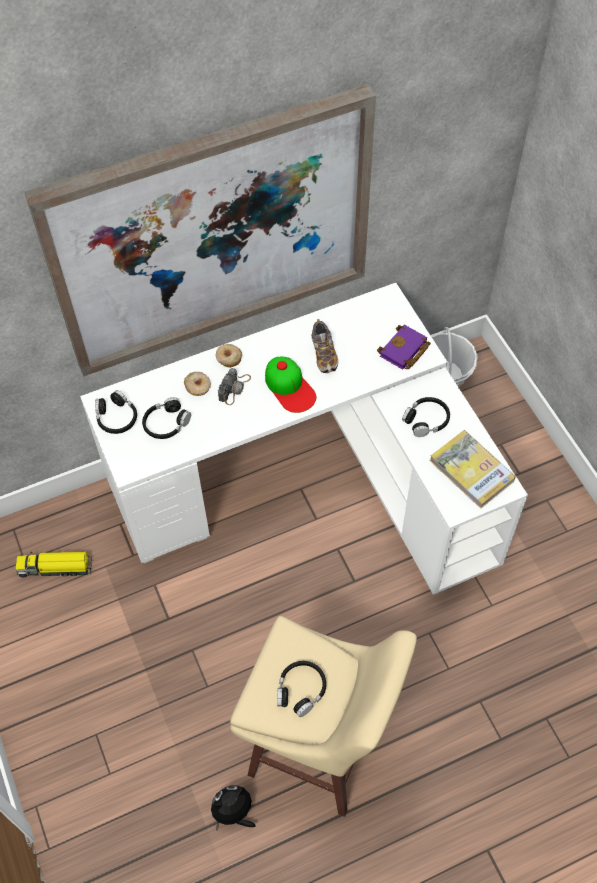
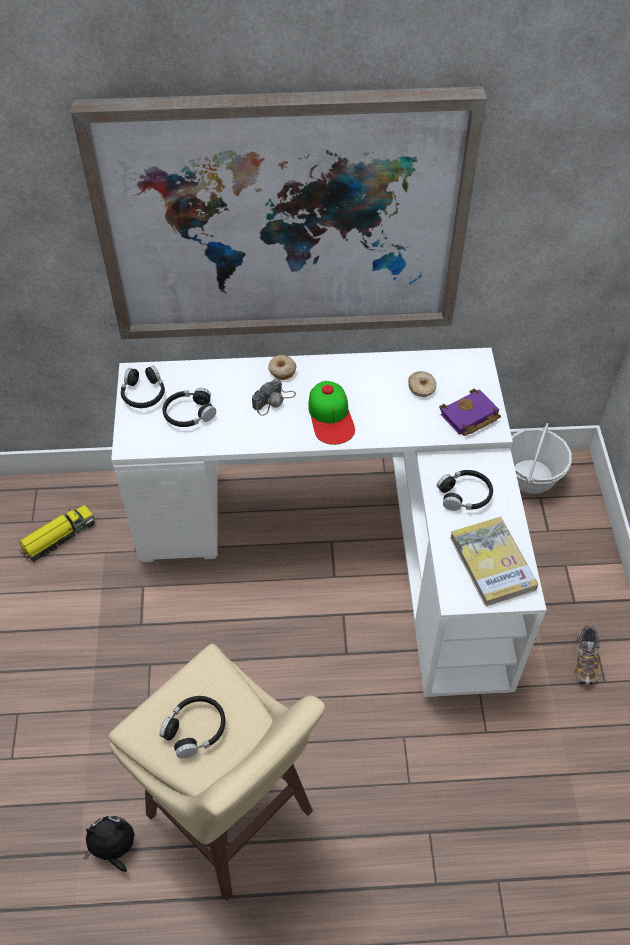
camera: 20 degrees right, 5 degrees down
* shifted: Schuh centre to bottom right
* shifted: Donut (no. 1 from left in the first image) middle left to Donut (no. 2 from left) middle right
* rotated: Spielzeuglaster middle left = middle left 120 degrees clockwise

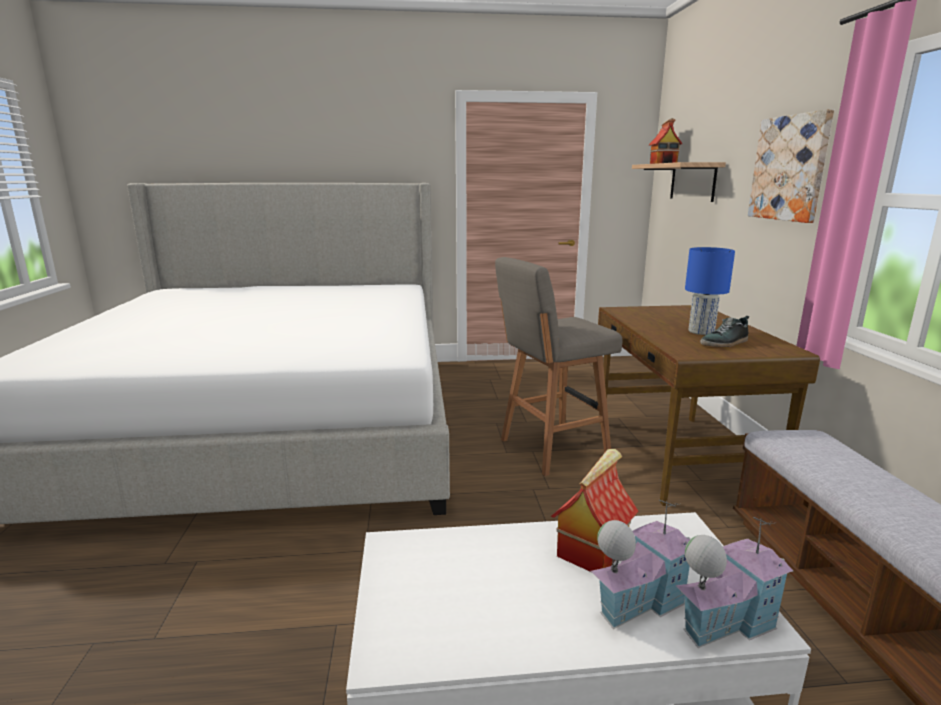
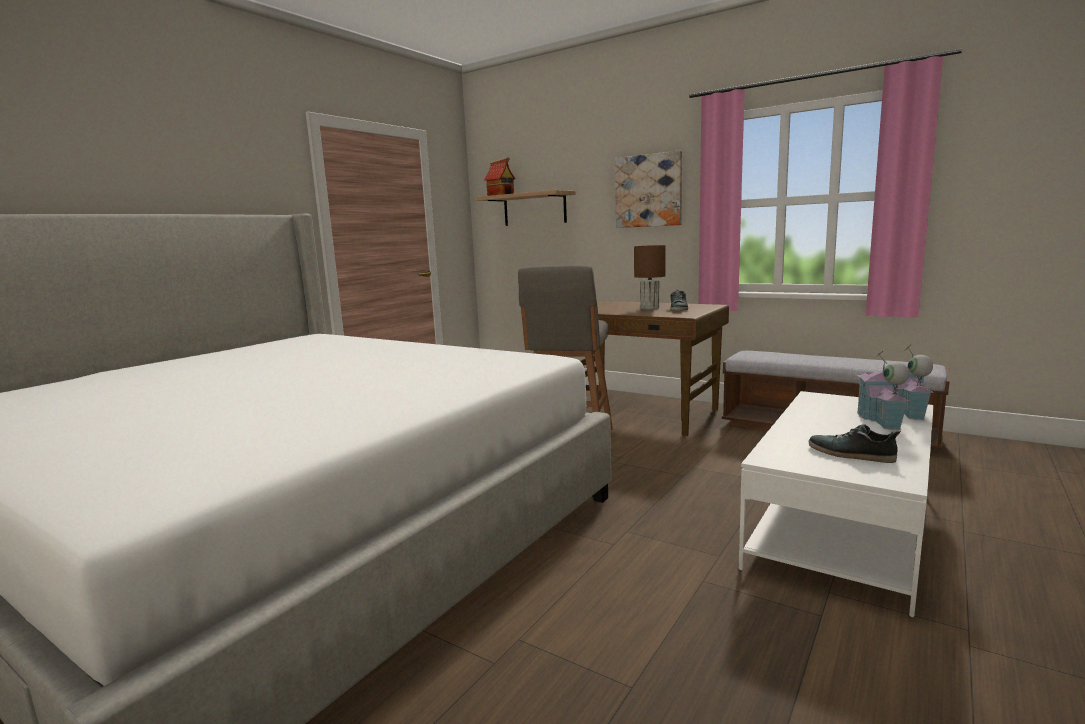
camera: 50 degrees left, 5 degrees down
* repainted: Tischlampe/blau middle right to Tischlampe/braun centre
* gone: Spielzeughaus (no. 1 from left) bottom centre
* new: Schuh (no. 2 from left) middle right

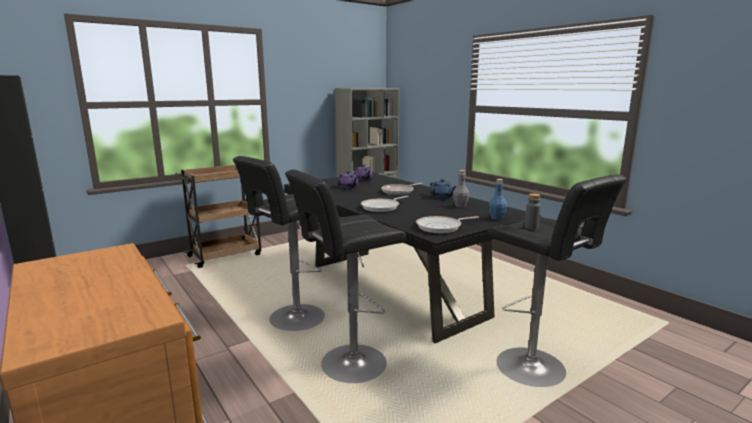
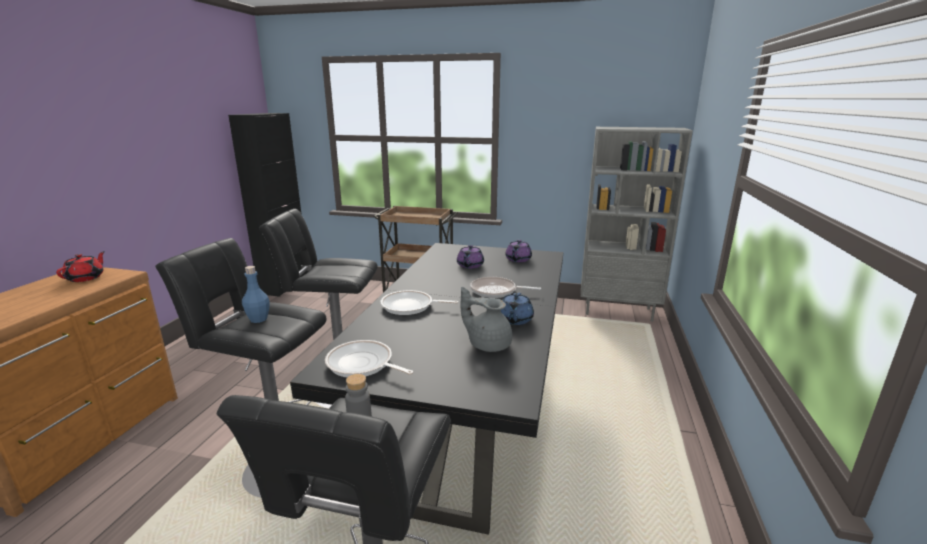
camera: 50 degrees right, 5 degrees up
* swapped: Flasche/grau (no. 1 from left) centre to Teekanne/grau centre
* shifted: Flasche/blau centre to middle left
* new: Teekanne/rot middle left

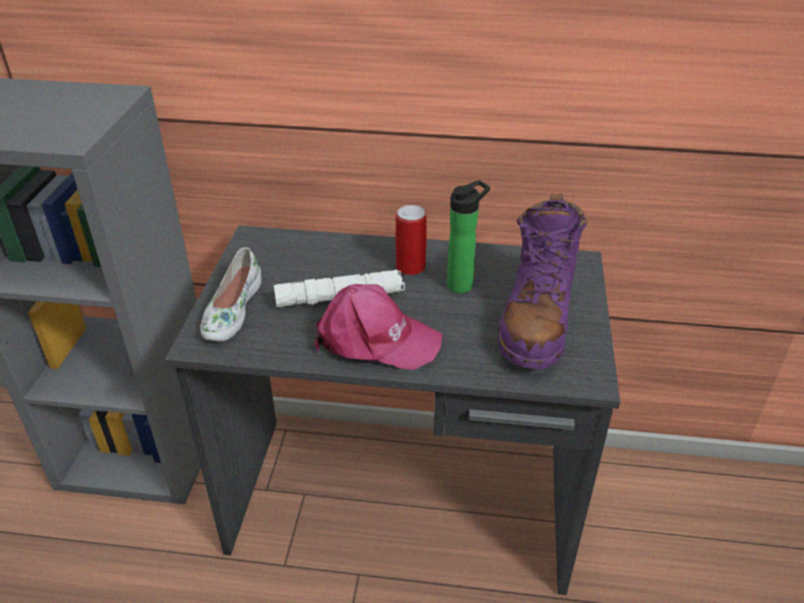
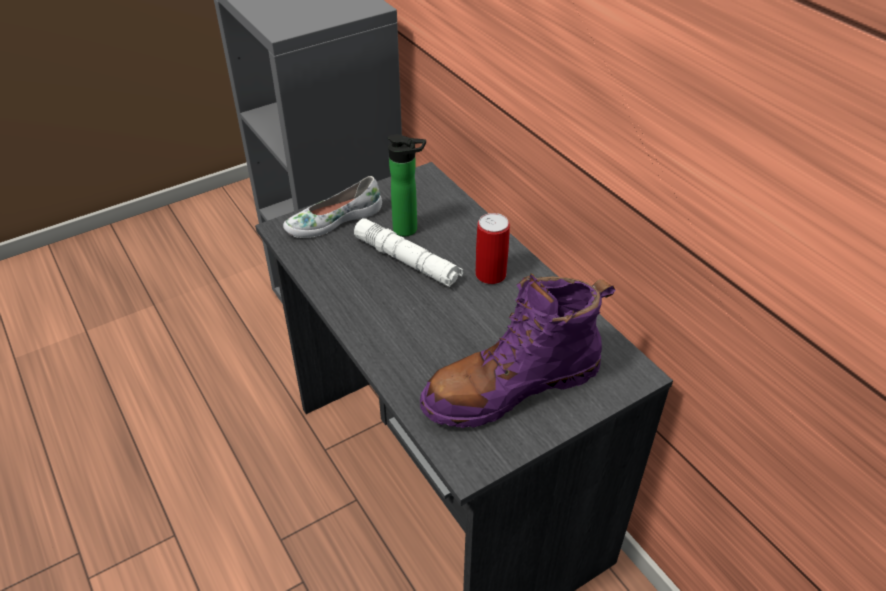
camera: 50 degrees right, 5 degrees up
* shifted: Flasche centre to top centre
* gone: Kappe/rosa centre

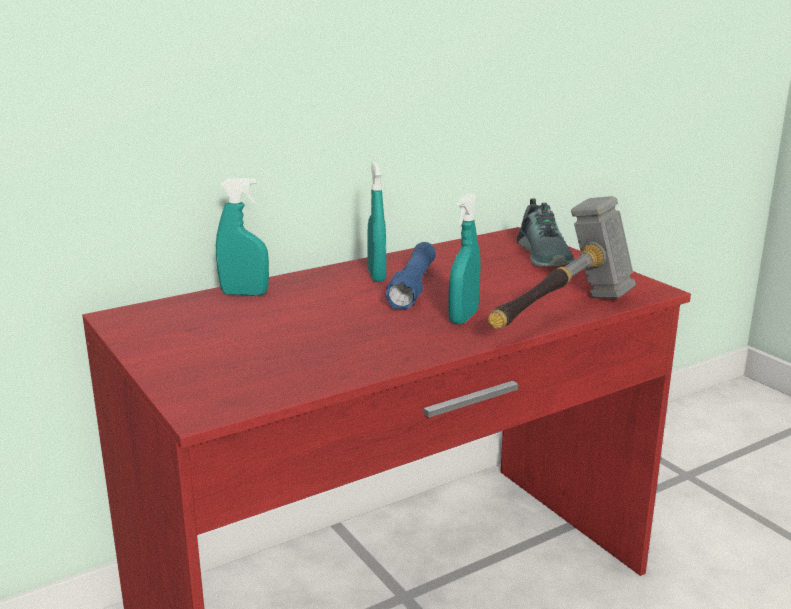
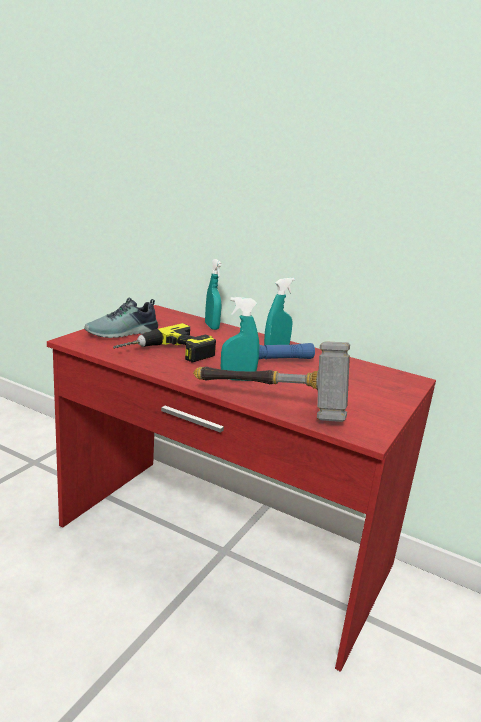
camera: 60 degrees right, 0 degrees up
* shifted: Schuh middle right to middle left
* new: Bohrmaschine centre

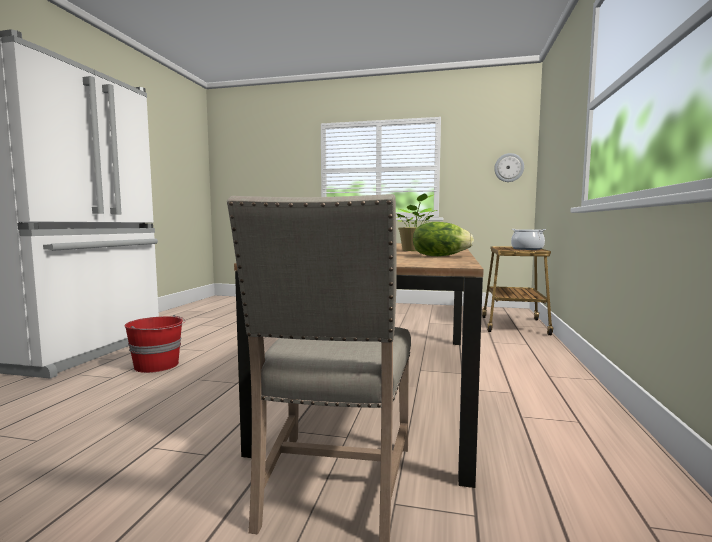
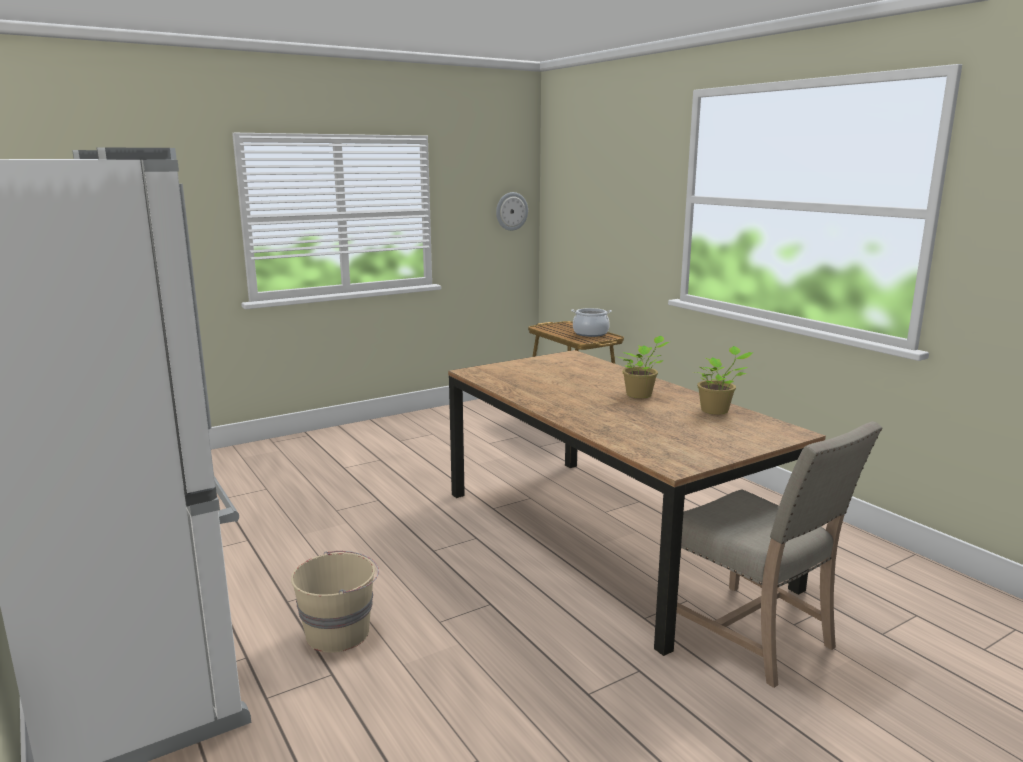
camera: 45 degrees left, 10 degrees up
* swapped: Salatkopf centre to Topfpflanze (no. 2 from left) middle right
* repainted: Eimer/rot middle left to Eimer/beige bottom left

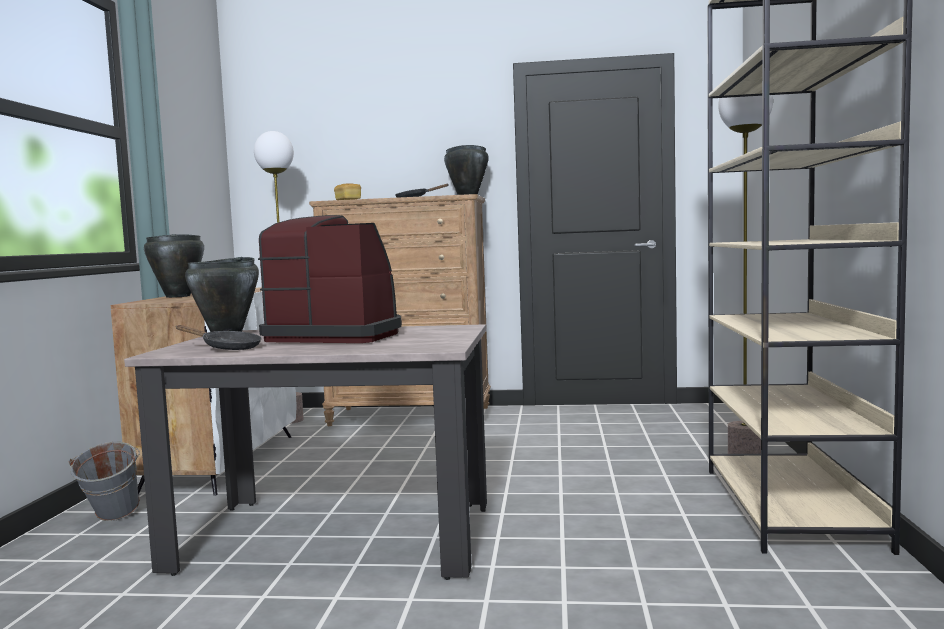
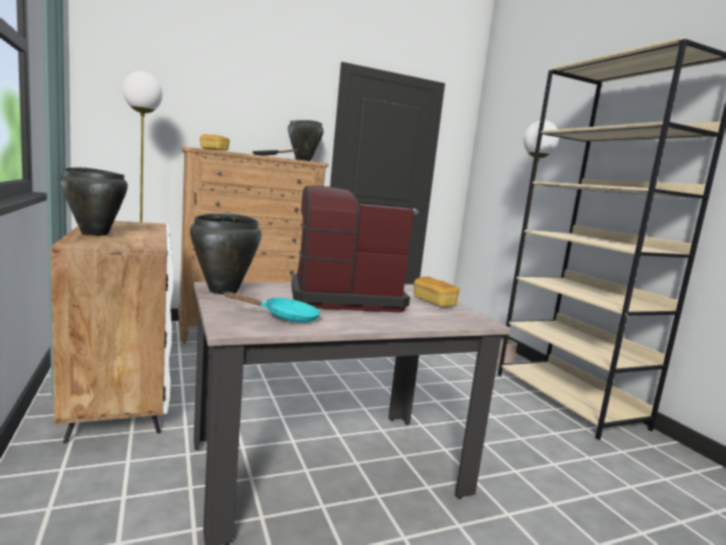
camera: 30 degrees left, 5 degrees up
* repainted: Pfanne/schwarz (no. 1 from left) middle left to Pfanne/türkis centre
* gone: Eimer/grau bottom left
* new: Brot (no. 2 from left) centre

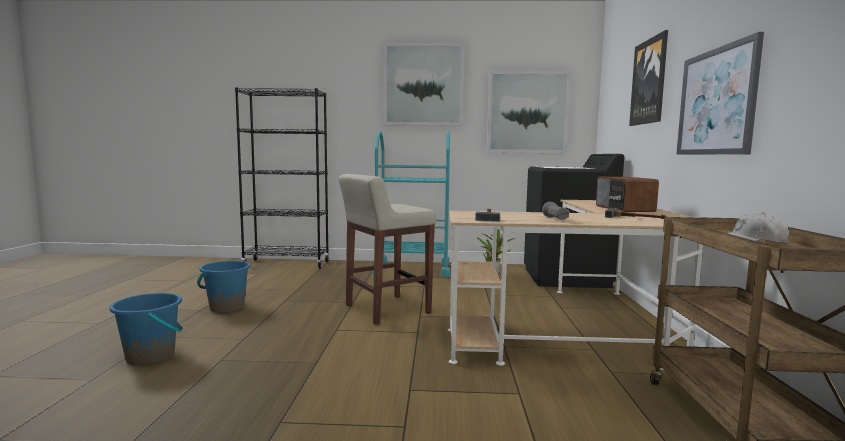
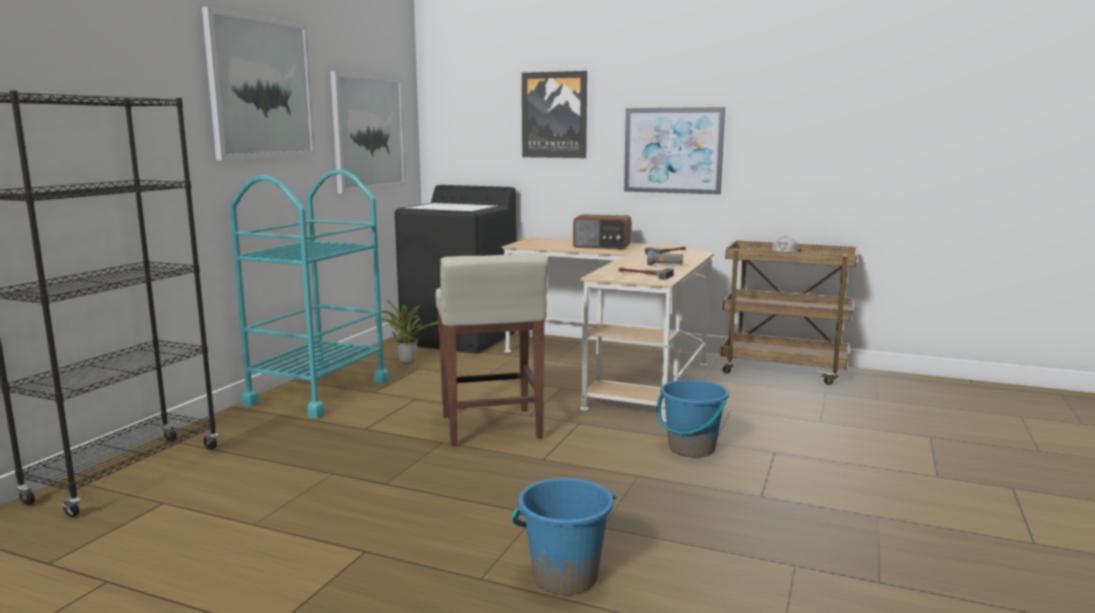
camera: 70 degrees left, 5 degrees up
* shifted: Eimer/blau (no. 2 from left) middle left to bottom centre

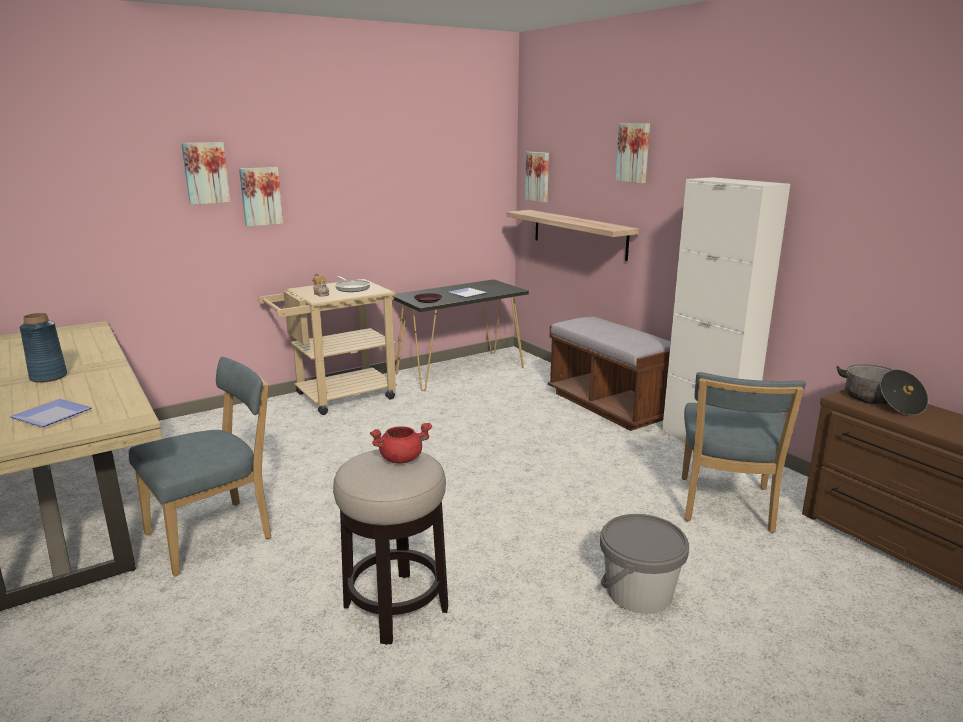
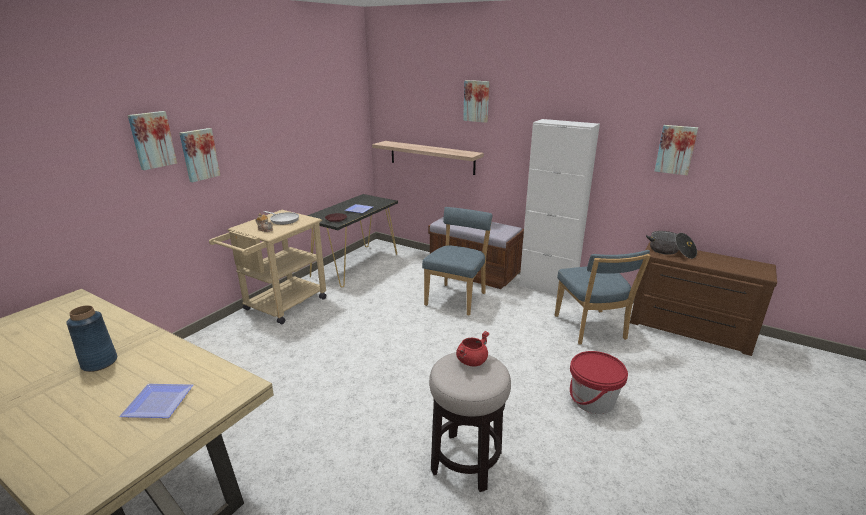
camera: 25 degrees left, 5 degrees up
* shifted: Bild (no. 3 from left in the first image) top centre to Bild (no. 4 from left) top right
* shifted: Stuhl/blau (no. 1 from left) middle left to centre
* repainted: Eimer/grau bottom right to Eimer/rot bottom right

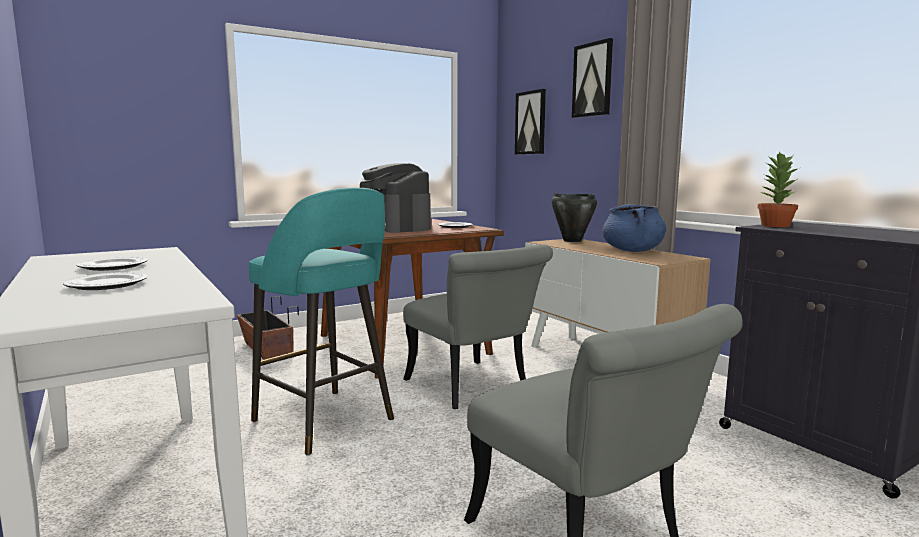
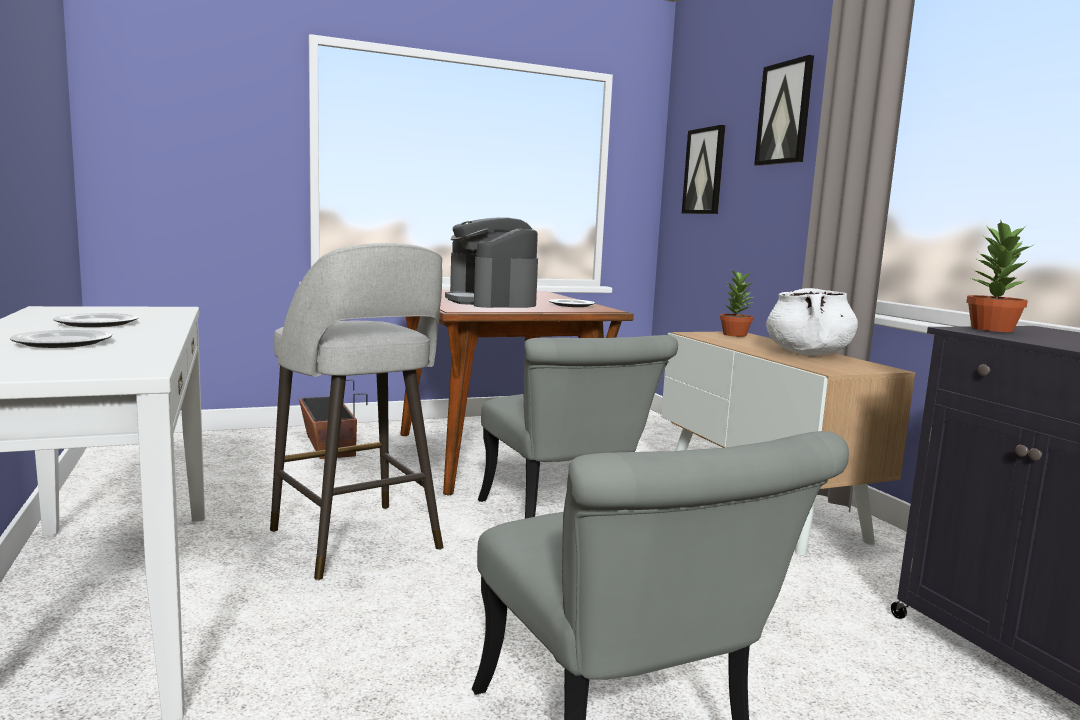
camera: 10 degrees right, 0 degrees up
* repainted: Hocker/türkis centre to Hocker/grau middle left
* swapped: Kochtopf/schwarz centre to Topfpflanze (no. 1 from left) middle right
* repainted: Kochtopf/blau middle right to Kochtopf/weiß middle right

